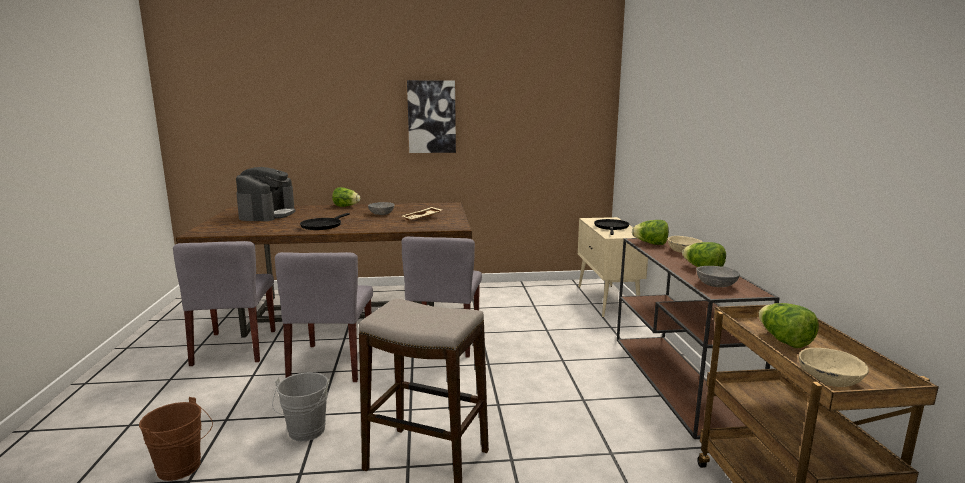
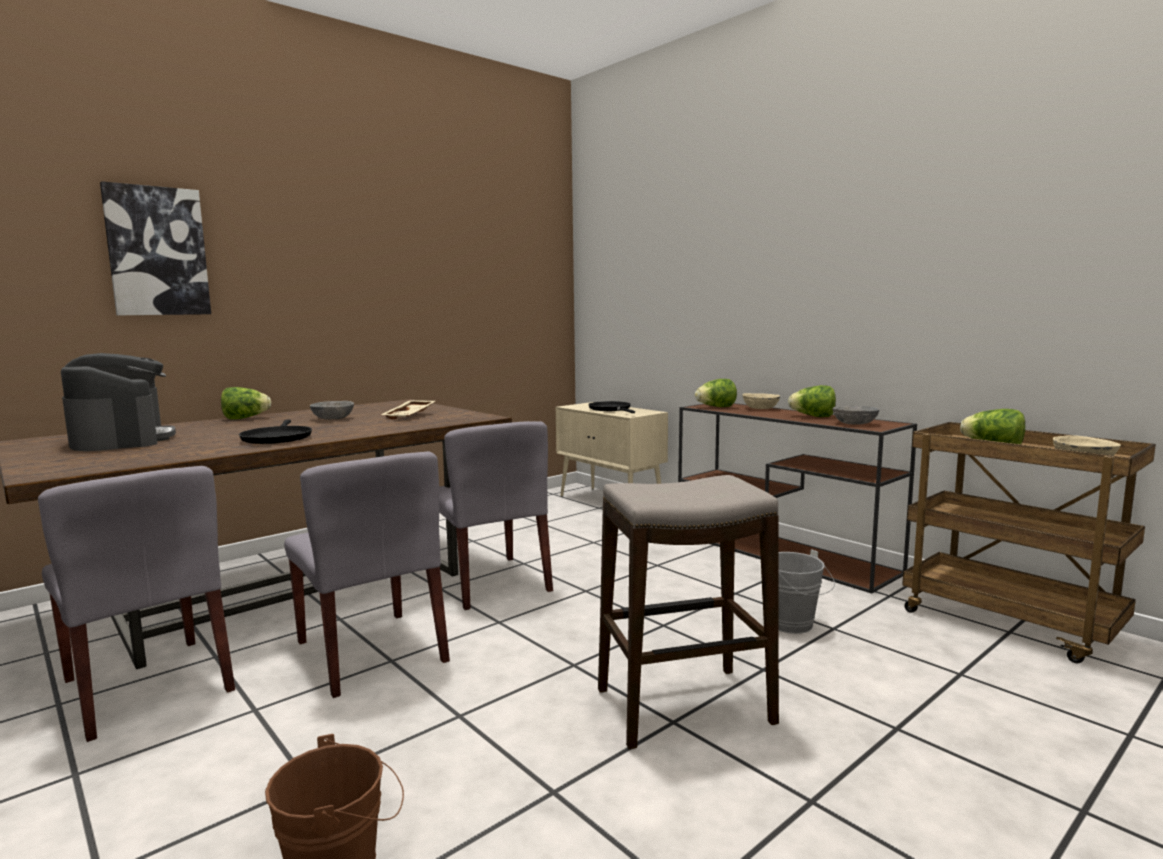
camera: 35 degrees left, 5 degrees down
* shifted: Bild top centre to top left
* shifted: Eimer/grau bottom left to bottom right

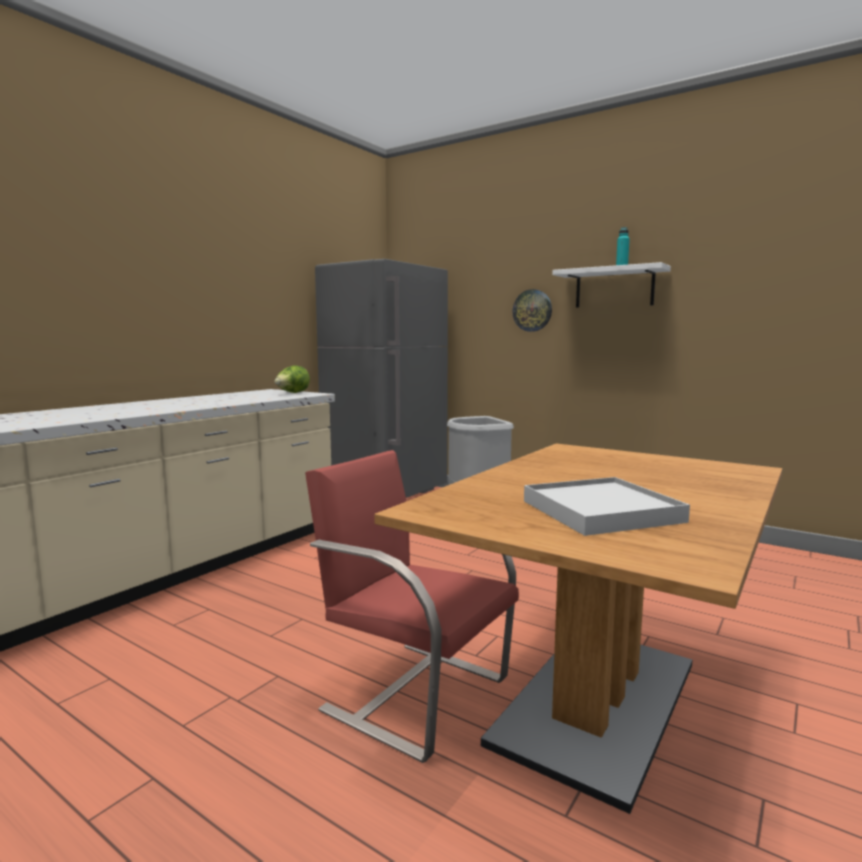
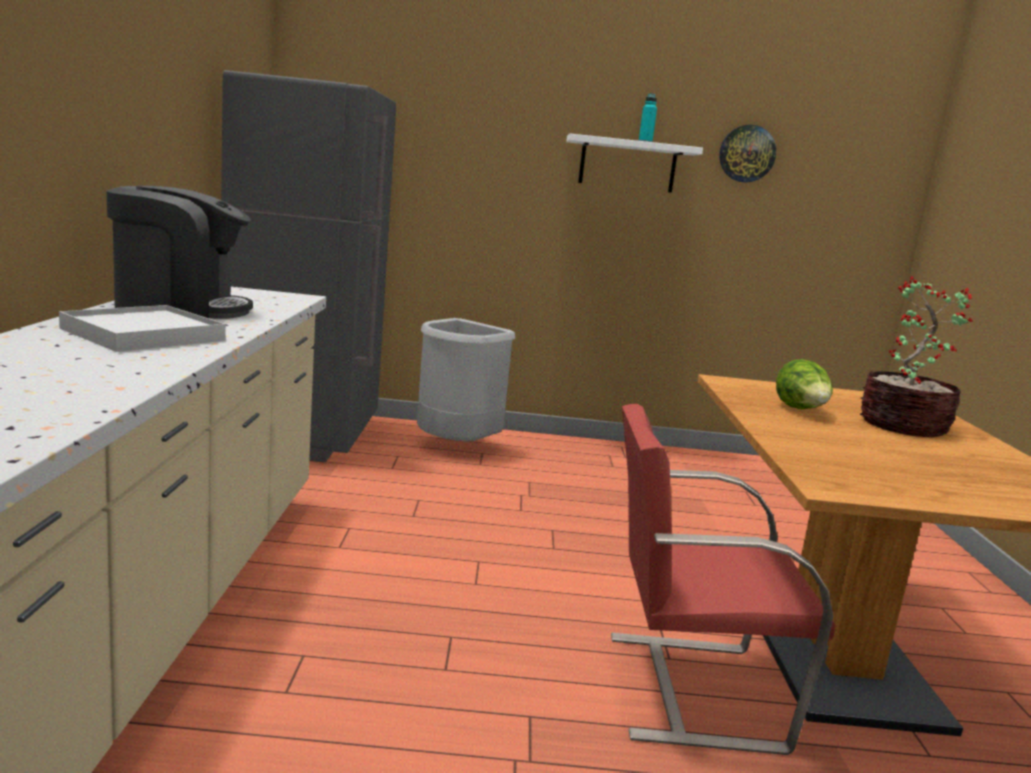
camera: 35 degrees left, 5 degrees up
* shifted: Wanduhr centre to top right
* shifted: Salatkopf centre to middle right
* shifted: Tablett/weiß middle right to middle left
* new: Kaffeemaschine top left
* new: Topfpflanze middle right

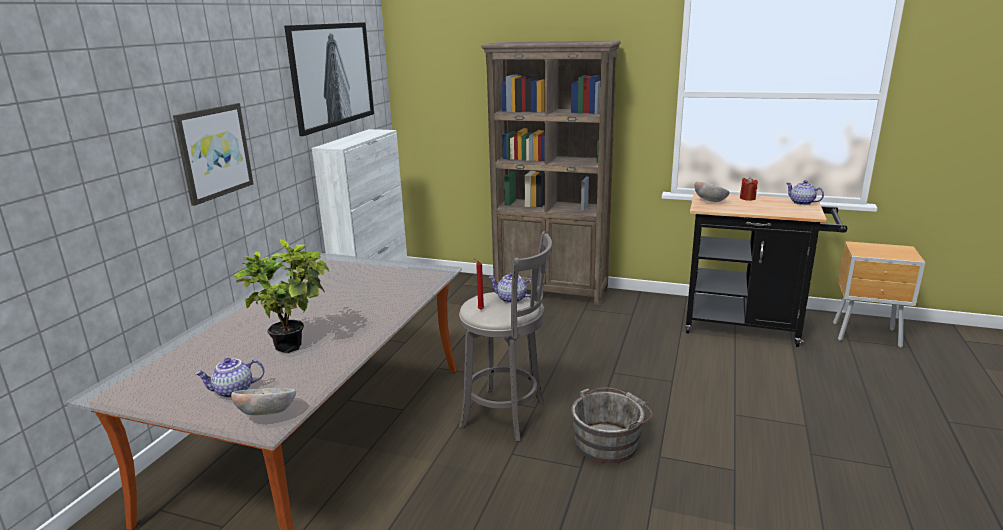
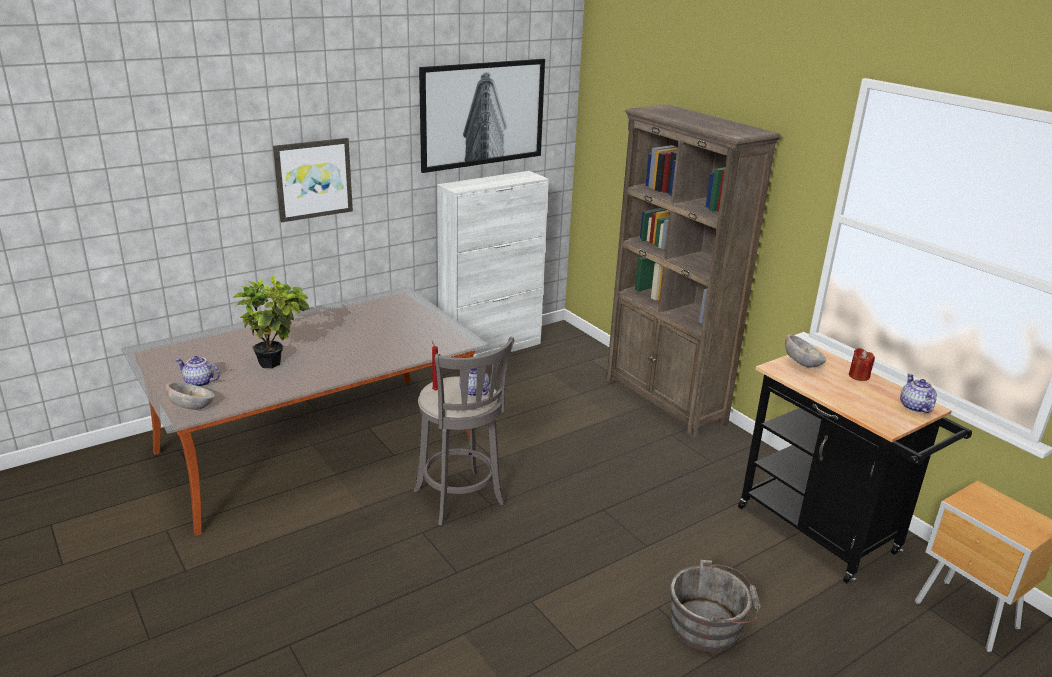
camera: 35 degrees right, 5 degrees up
* shifted: Eimer/grau bottom centre to bottom right

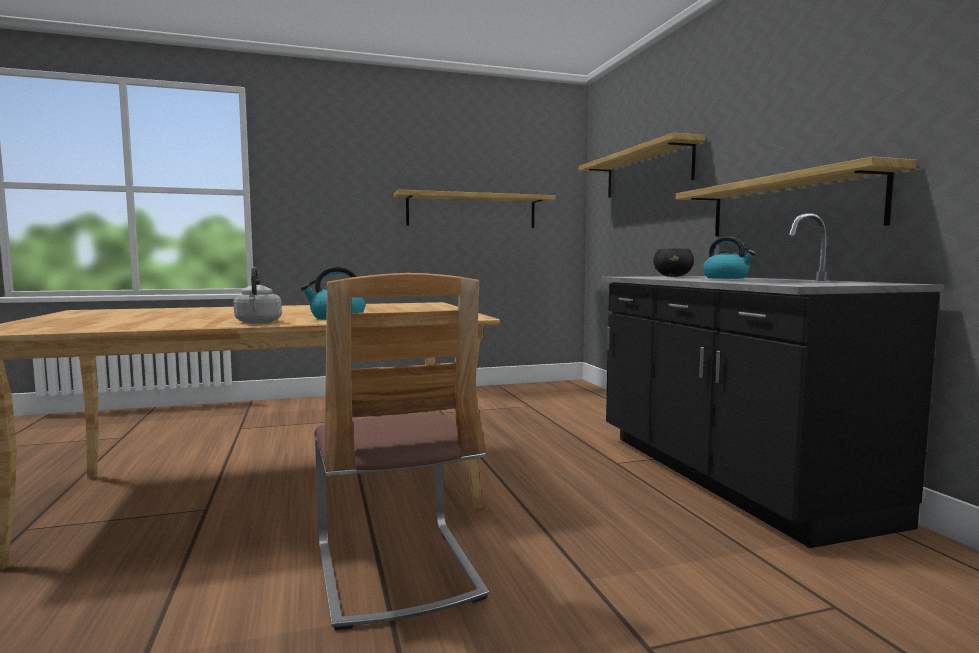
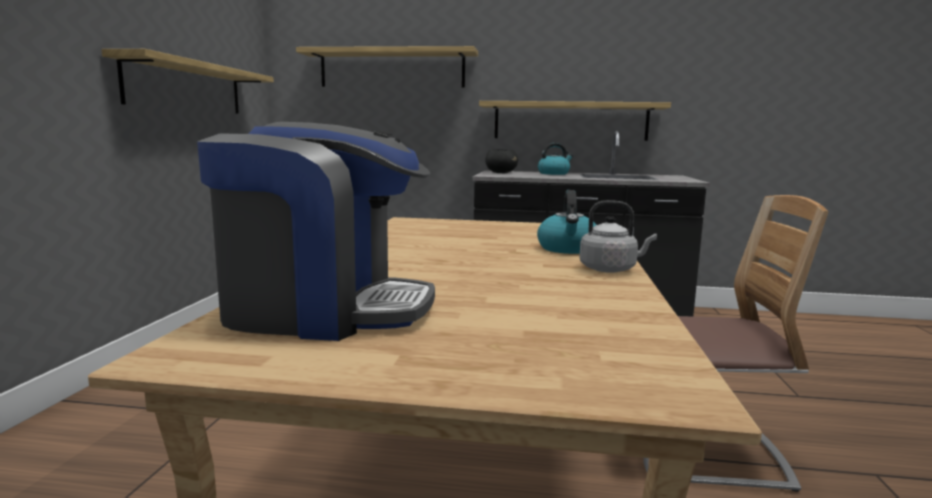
camera: 65 degrees left, 5 degrees up
* new: Kaffeemaschine centre

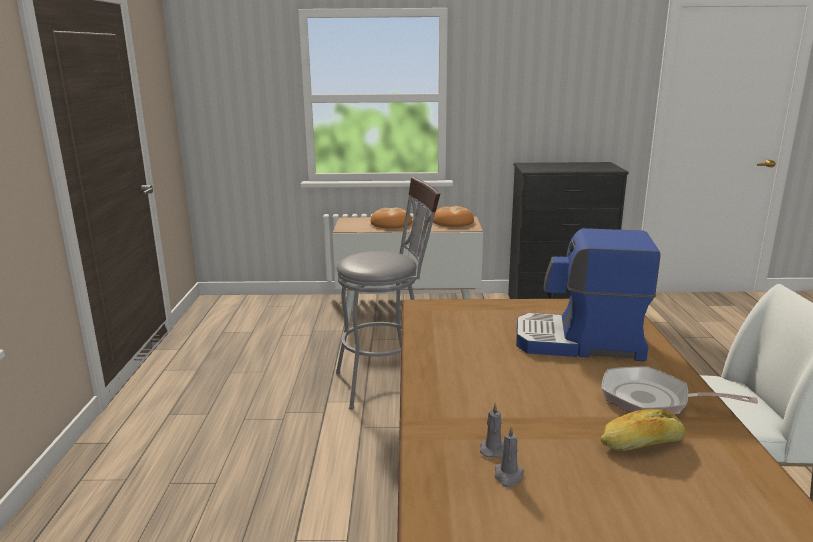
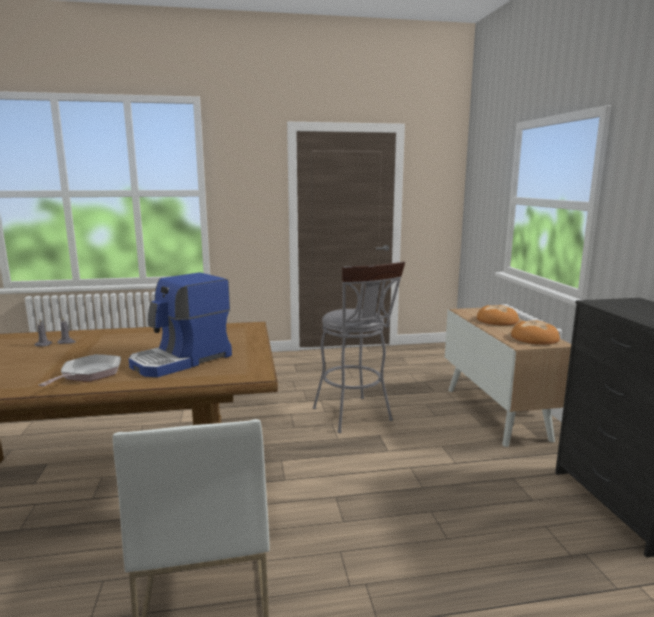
camera: 80 degrees right, 5 degrees down
* rotated: Kaffeemaschine middle right = middle left 135 degrees counterclockwise
* gone: Brot (no. 3 from left) bottom right

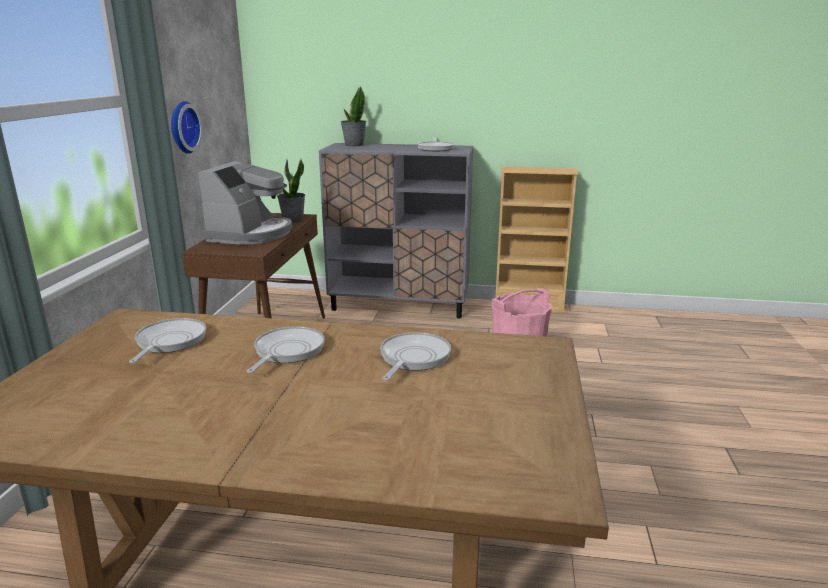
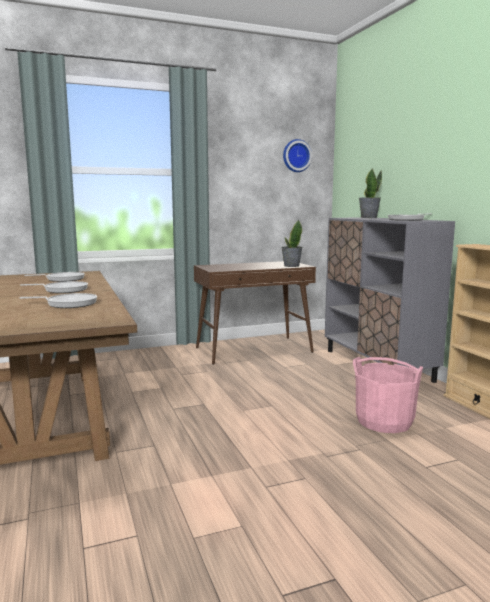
camera: 60 degrees right, 10 degrees down
* shifted: Wanduhr top left to top centre
* gone: Kaffeemaschine middle left

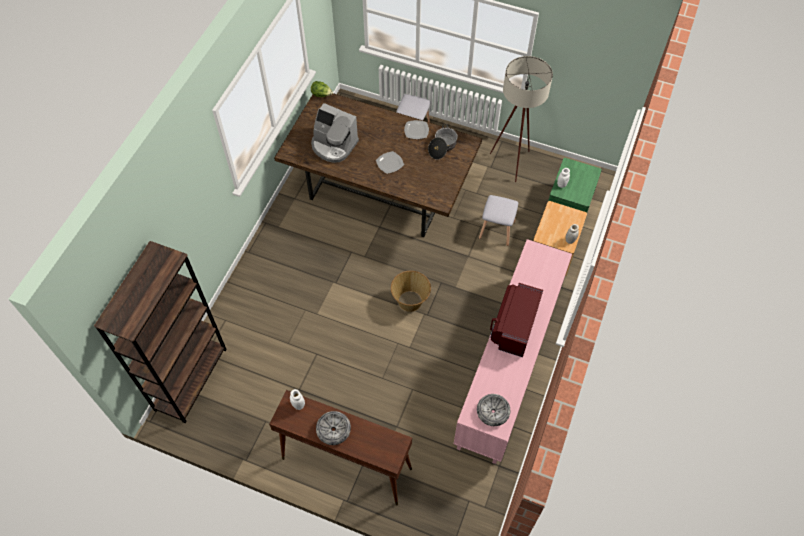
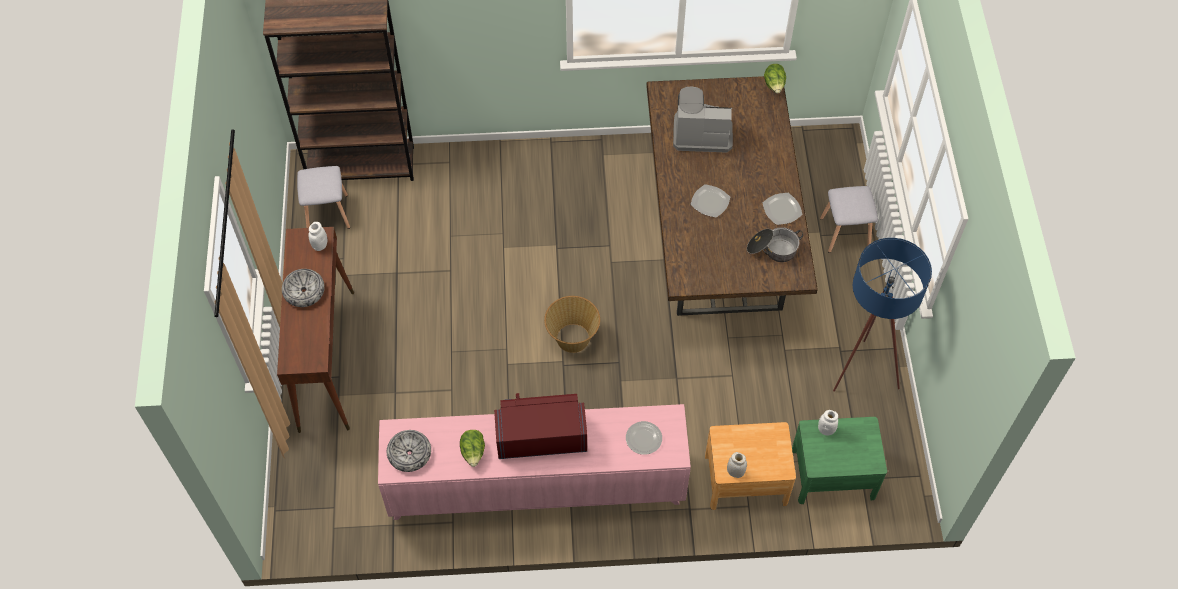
camera: 65 degrees right, 0 degrees up
* repainted: Stehlampe/beige top centre to Stehlampe/blau middle right
* rotated: Kaffeemaschine top centre = top centre 90 degrees clockwise
* shifted: Hocker/grau (no. 2 from left in the first image) centre to Hocker/grau (no. 1 from left) middle left
* new: Teller (no. 1 from left) bottom centre
* new: Salatkopf (no. 1 from left) bottom centre

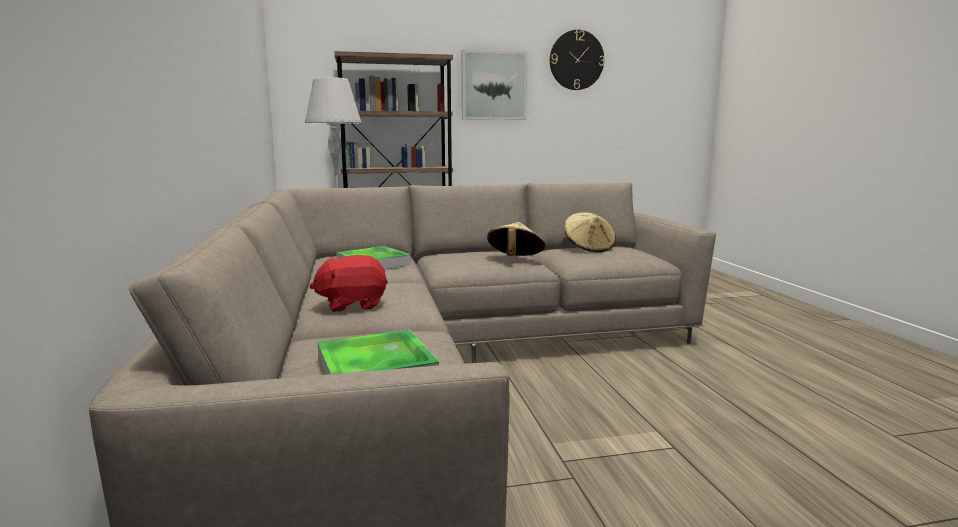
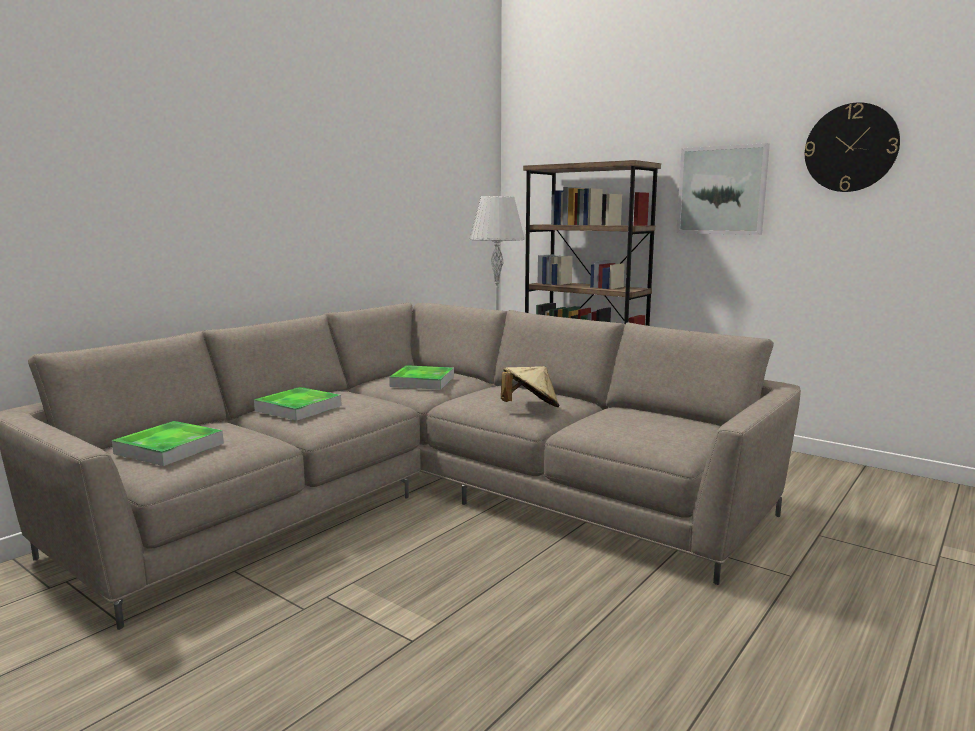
camera: 50 degrees right, 0 degrees up
* gone: Hut/beige (no. 2 from left) centre
* swapped: Plüschtier/rot centre to Tablett (no. 2 from left) middle left

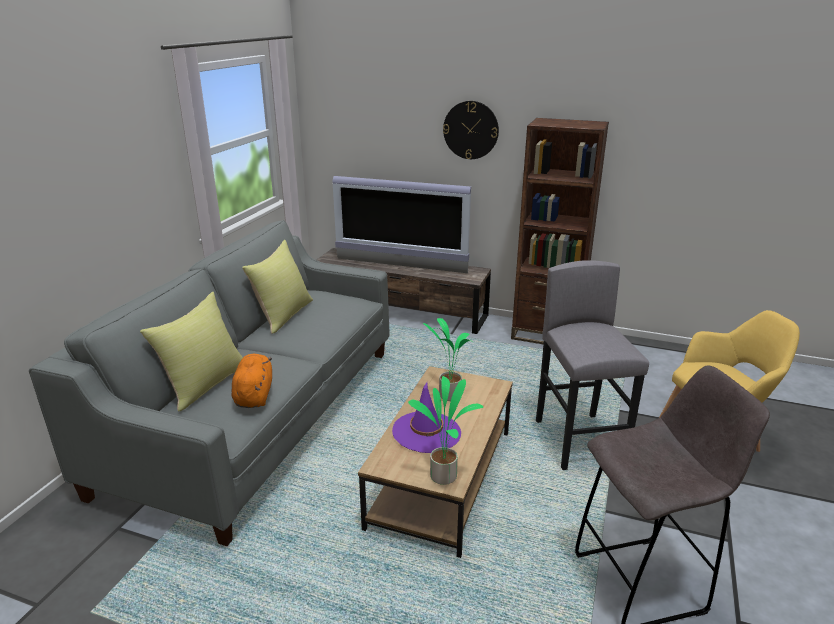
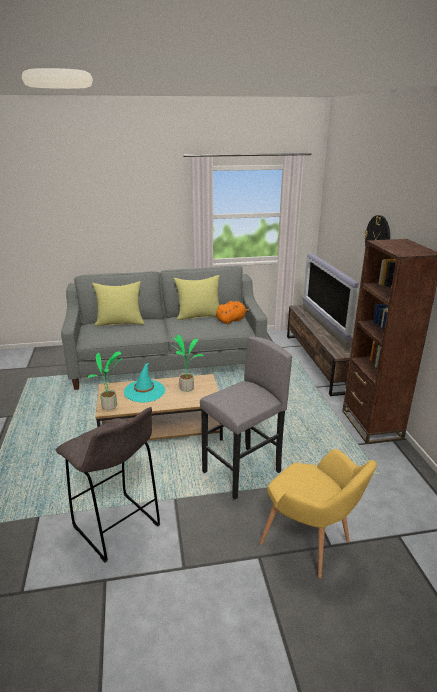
camera: 60 degrees right, 0 degrees up
* shifted: Plüschtier/orange middle left to centre
* repainted: Hut/lila bottom centre to Hut/türkis middle left

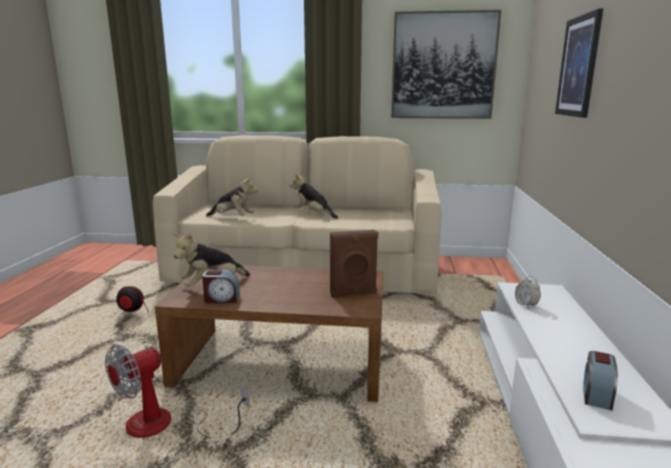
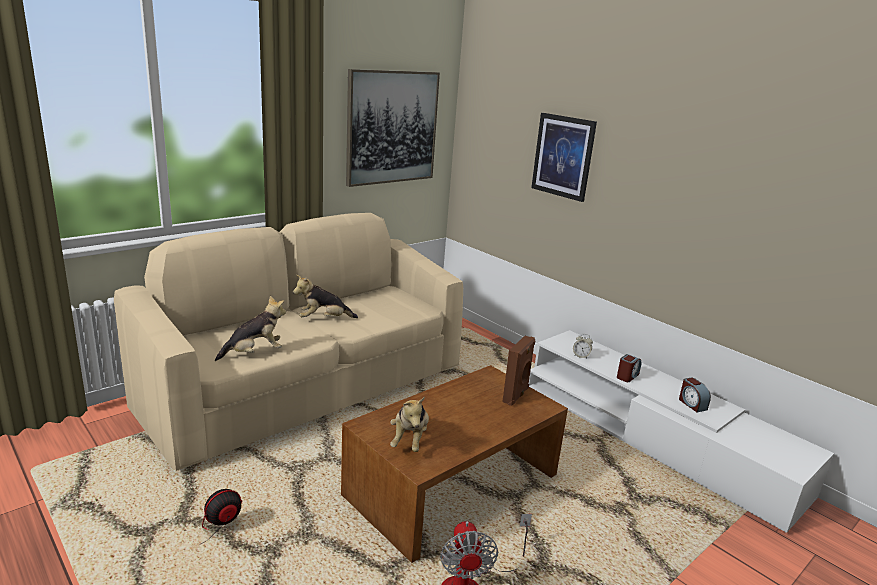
camera: 50 degrees left, 5 degrees up
* shifted: Wecker (no. 1 from left in the first image) middle left to Wecker (no. 2 from left) middle right

